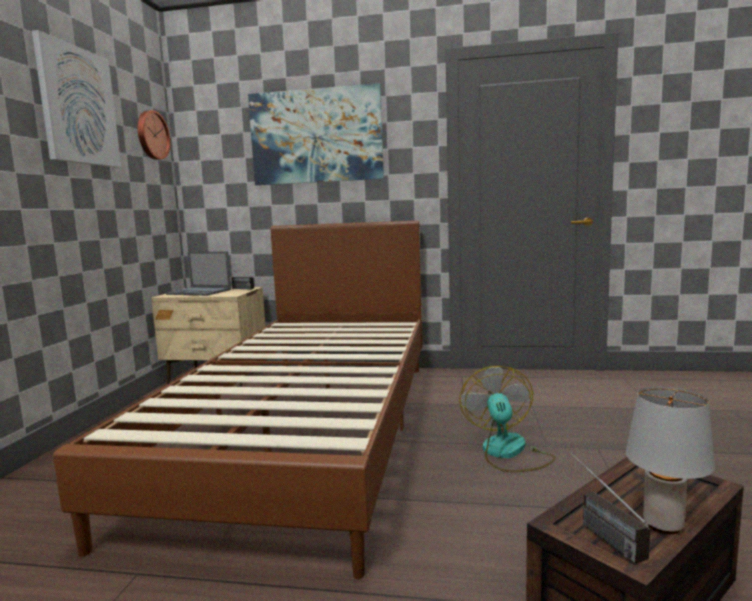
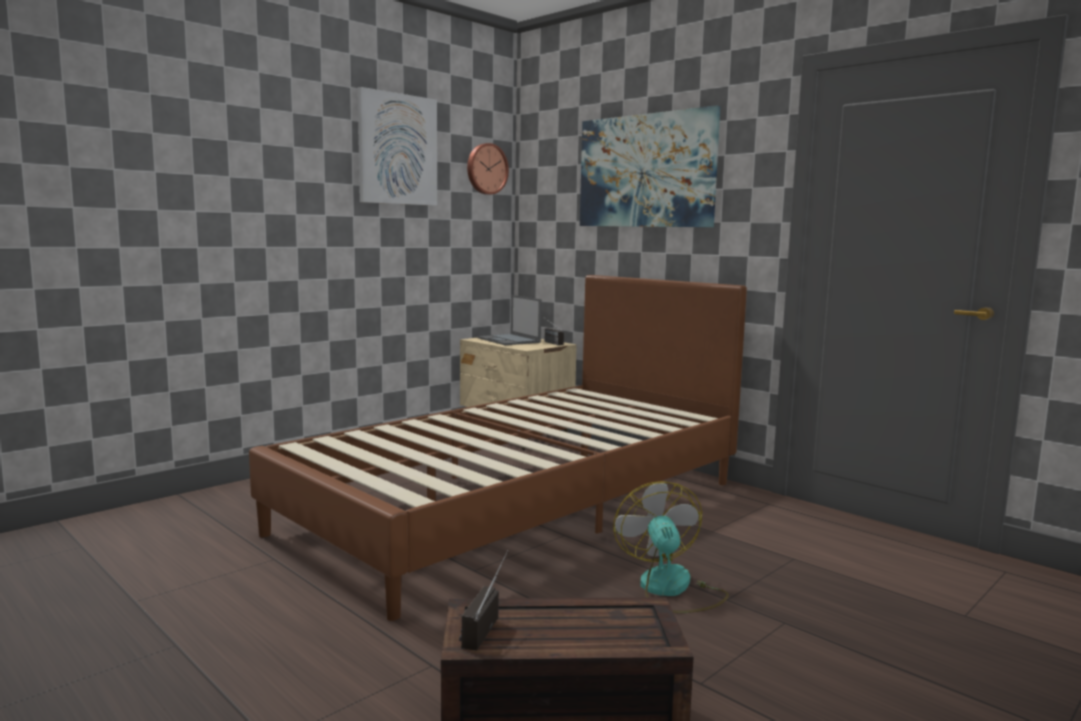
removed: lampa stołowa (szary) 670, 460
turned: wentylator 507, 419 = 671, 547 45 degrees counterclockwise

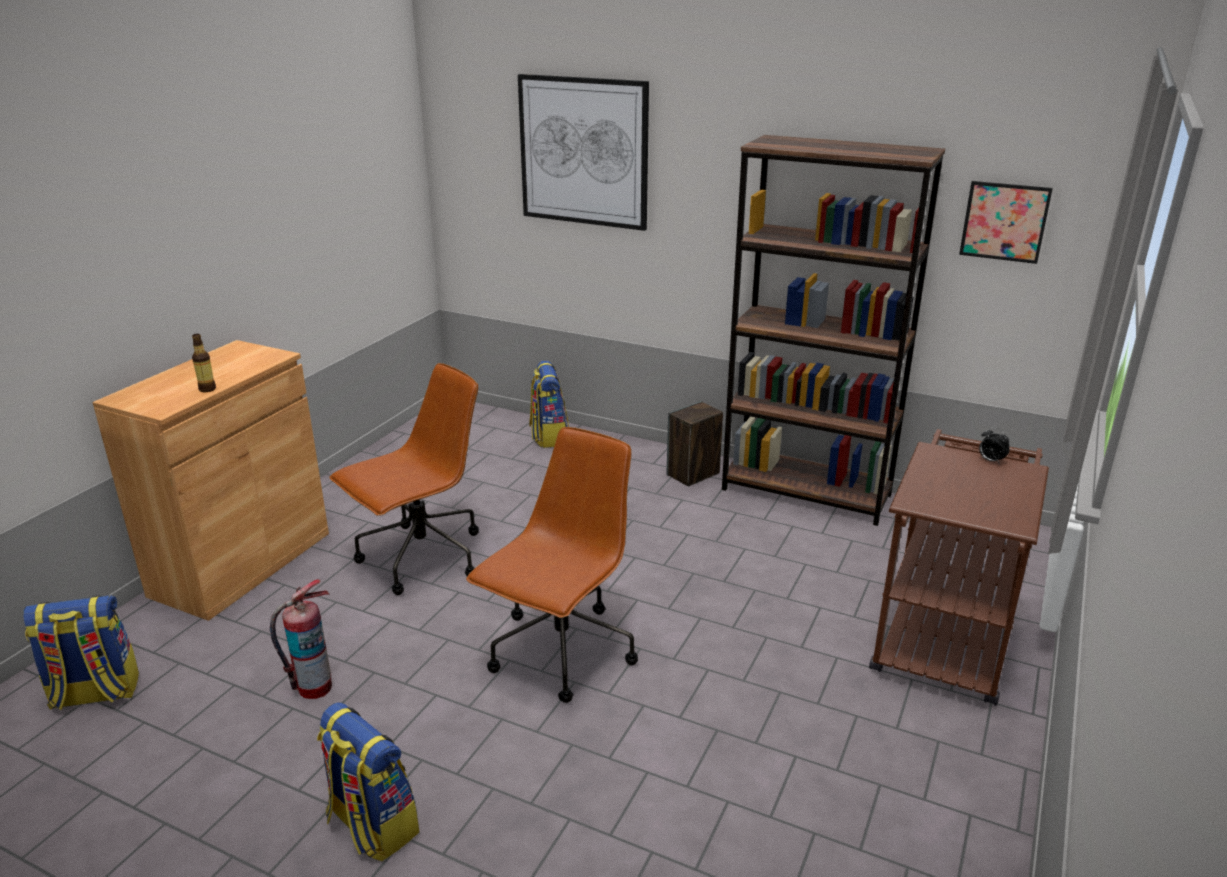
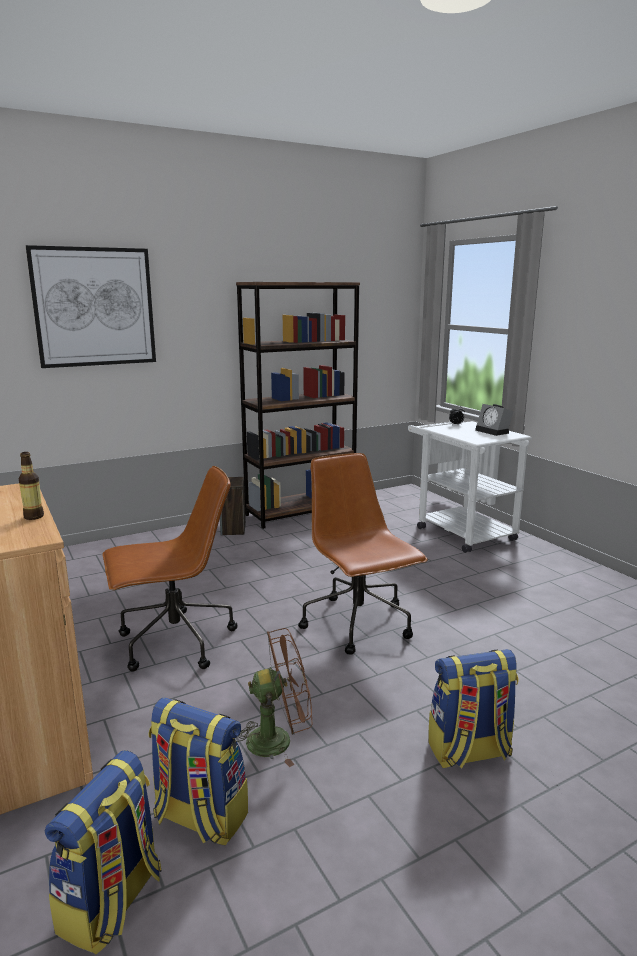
removed: obraz 1006, 222
added: budzik 494, 420
moved: plecak 549, 404 to 198, 771
replaced: gaśnica 301, 639 to wentylator (brązowy) 274, 697
recoloured: wózek (brązowy) 959, 567 to wózek (biały) 470, 487
turned: krzesło biurowe (brązowy) 404, 479 = 169, 569 75 degrees clockwise

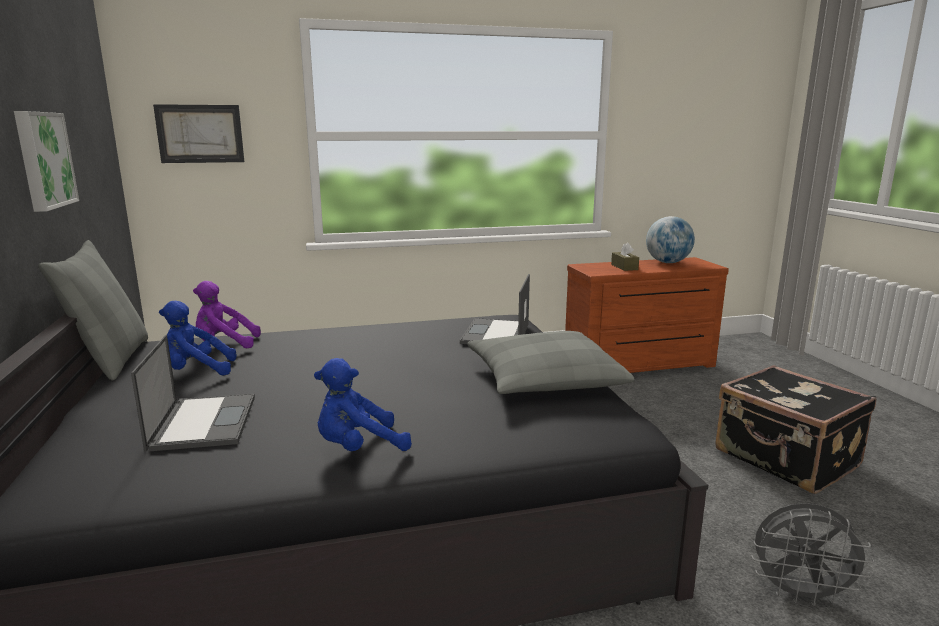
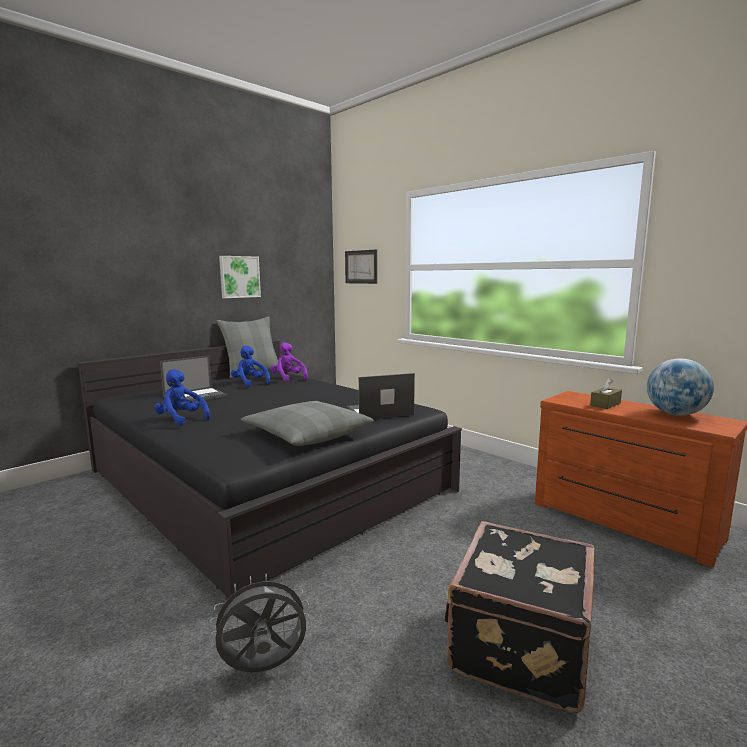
turned: wentylator (szary) 812, 554 = 259, 623 90 degrees clockwise

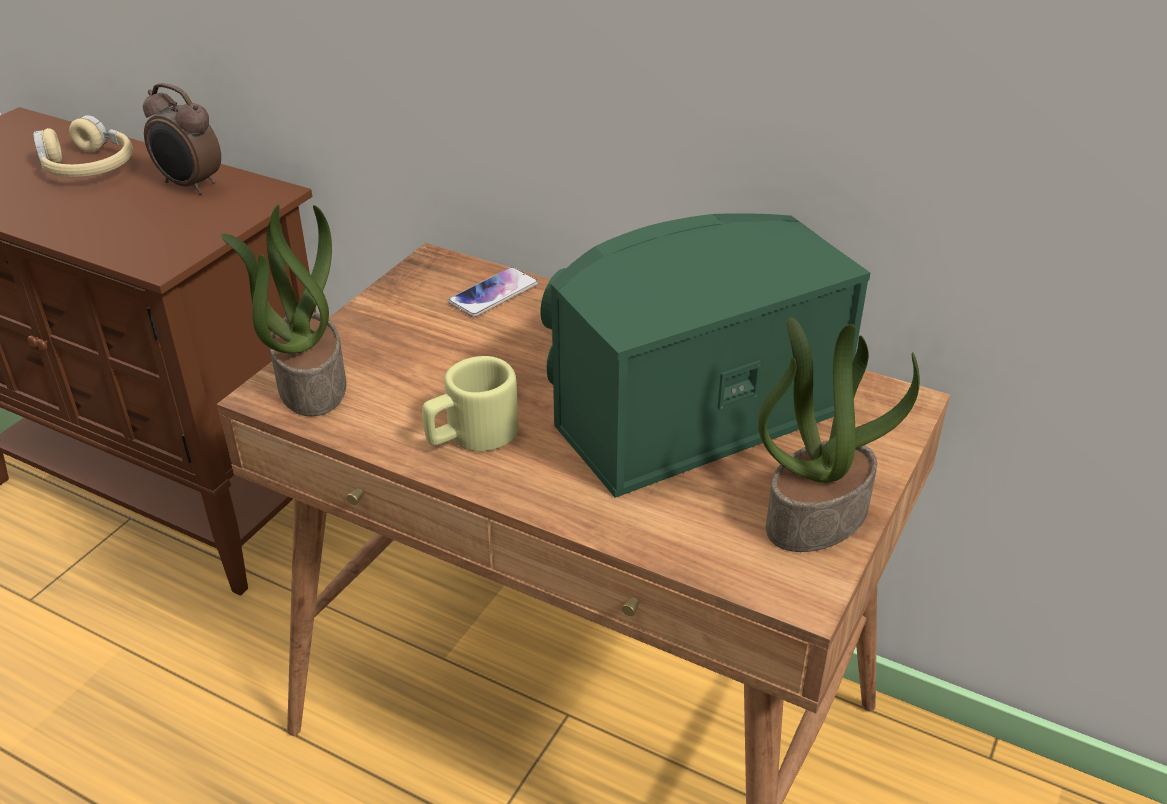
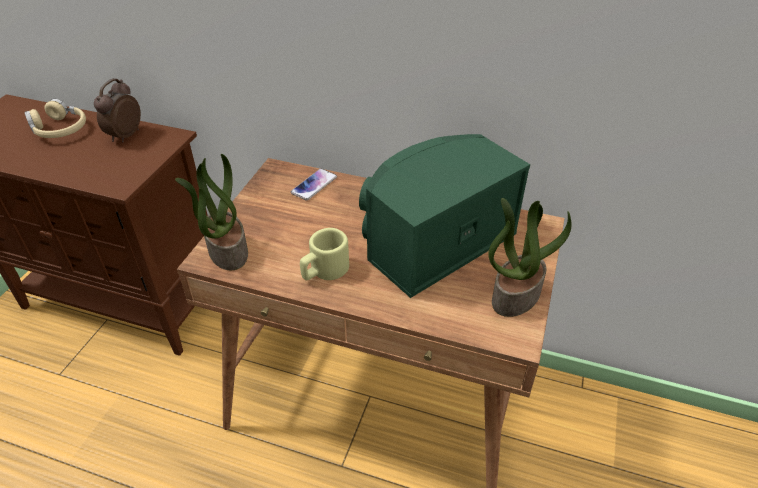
turned: budzik 182, 139 = 117, 110 90 degrees clockwise

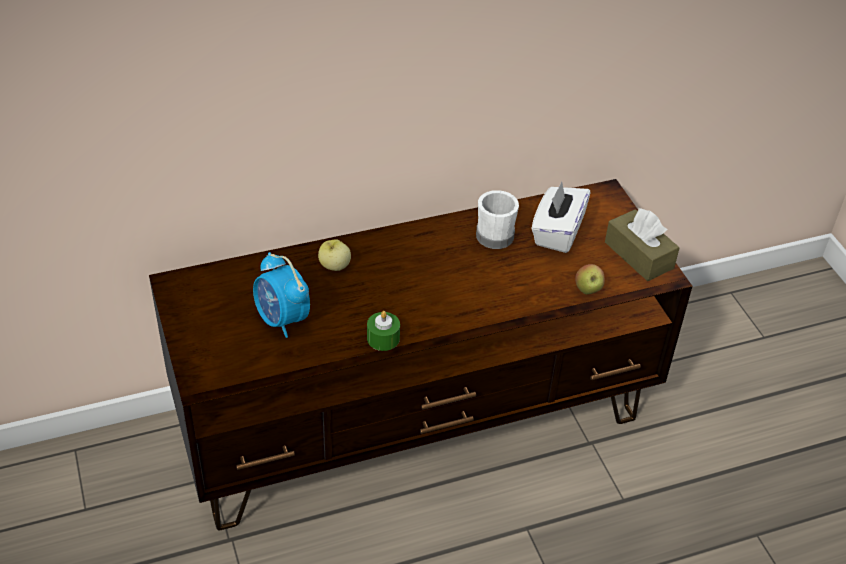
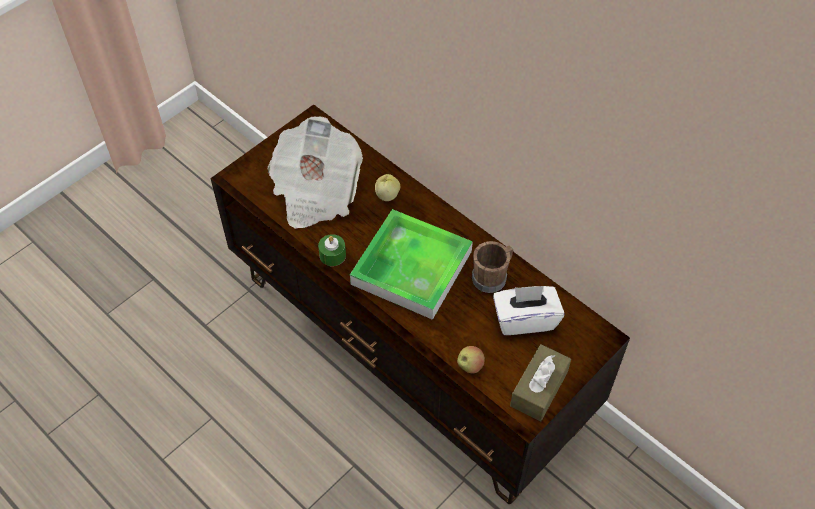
added: taca 411, 264
replaced: budzik 281, 295 to gazeta 315, 172
recoloured: kubek (biały) 497, 219 to kubek (brązowy) 492, 267

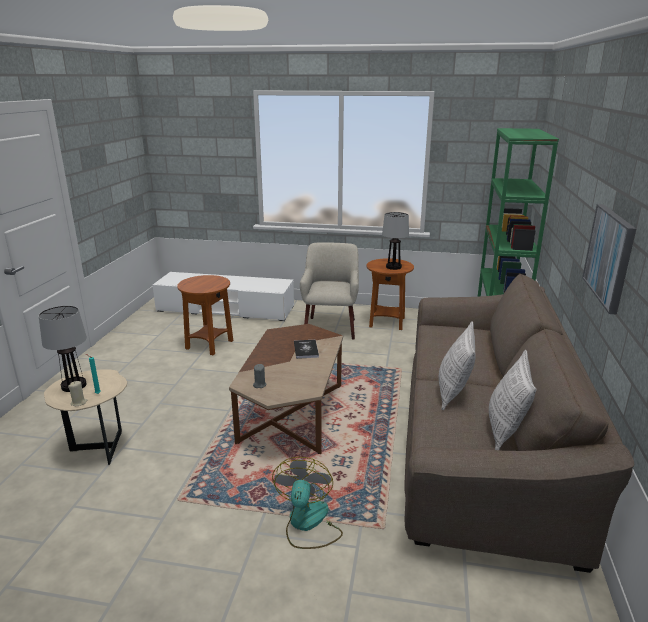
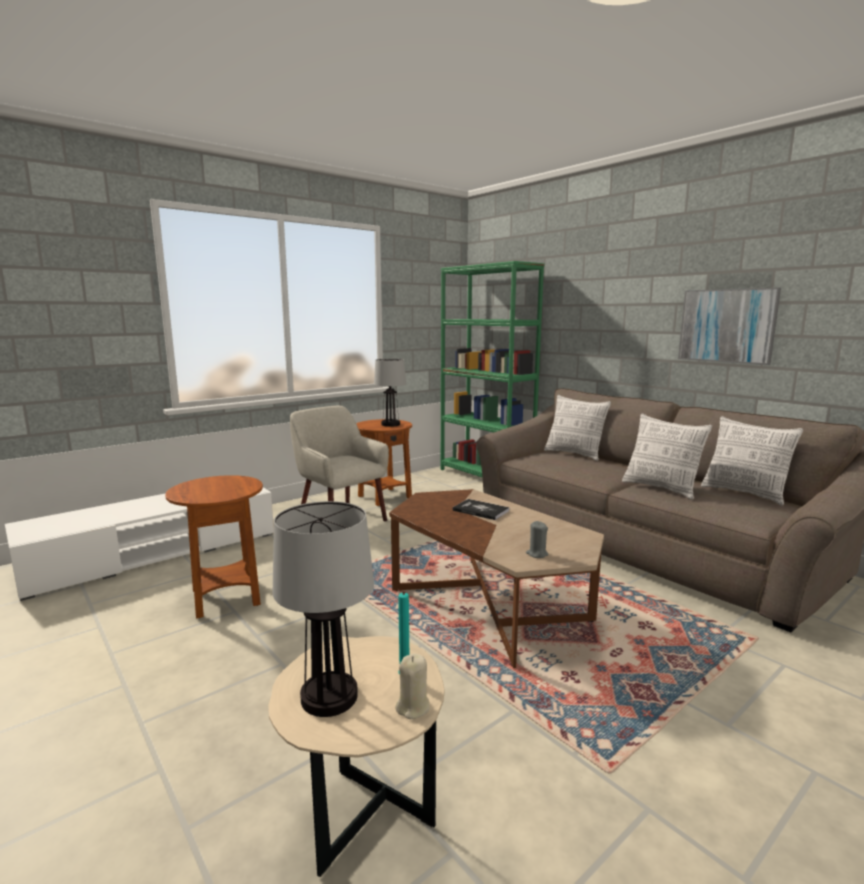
removed: wentylator 307, 503
added: poduszka 577, 428

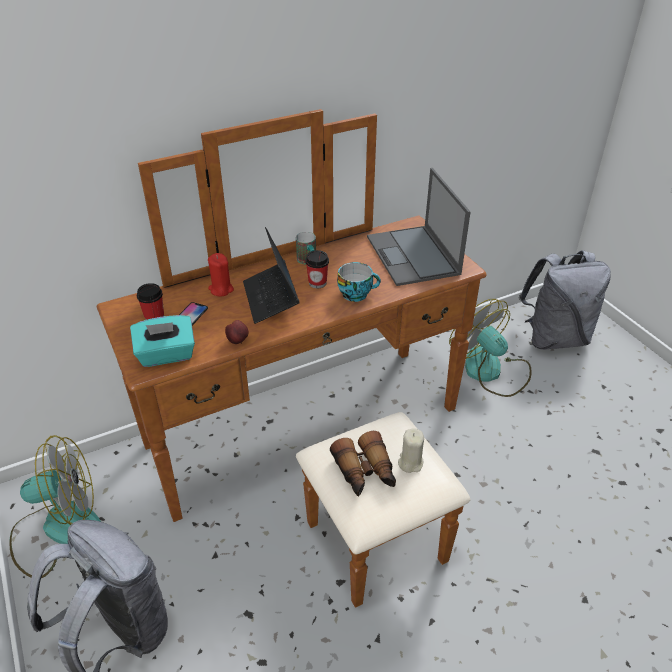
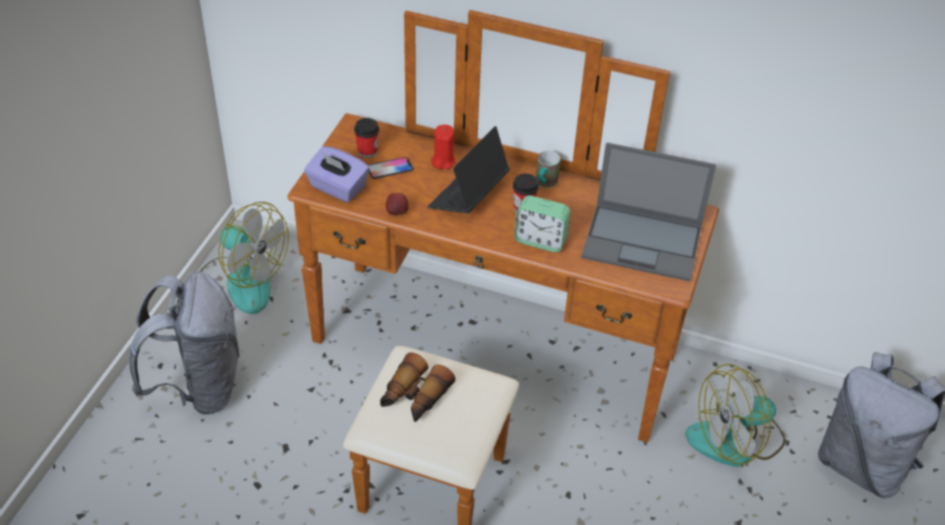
removed: świeca (beżowy) 411, 450
replaced: filiżanka 359, 282 to budzik 542, 223
recoloured: pudełko chusteczek (turkusowy) 162, 341 to pudełko chusteczek (fioletowy) 336, 174
turned: laptop 418, 227 = 648, 212 105 degrees counterclockwise; wentylator 490, 348 = 735, 415 120 degrees counterclockwise

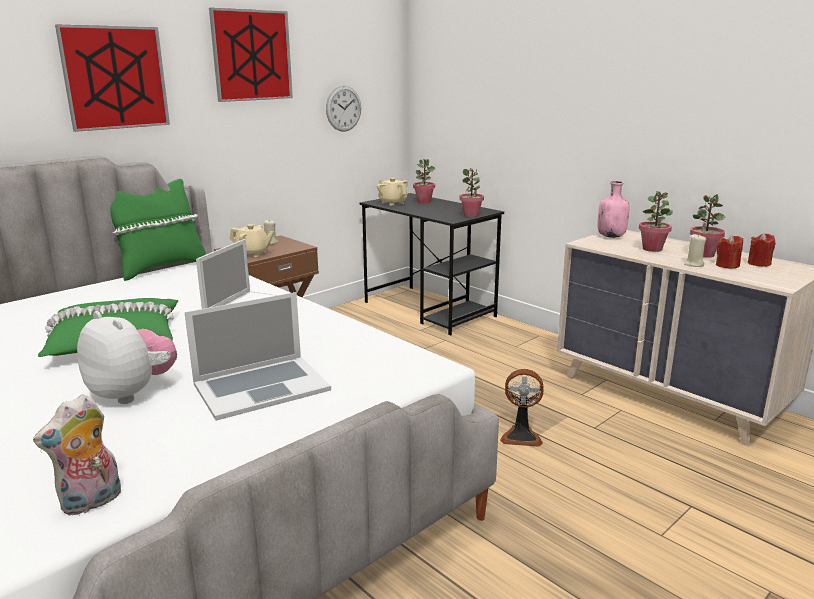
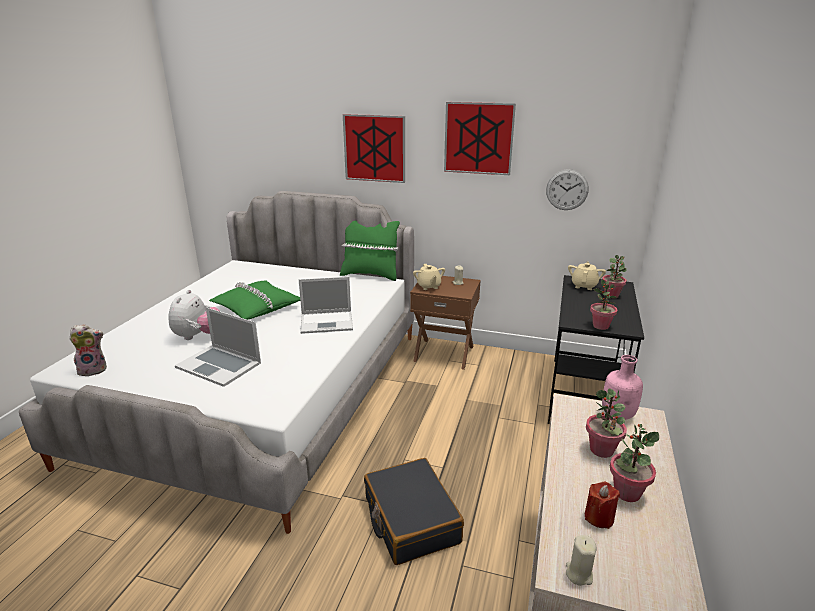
removed: świeca (czerwony) 762, 250
moved: świeca (beżowy) 695, 250 to 581, 560
replaced: wentylator 521, 408 to walizka (czarny) 414, 511
turned: pluszak 77, 455 = 88, 350 150 degrees clockwise

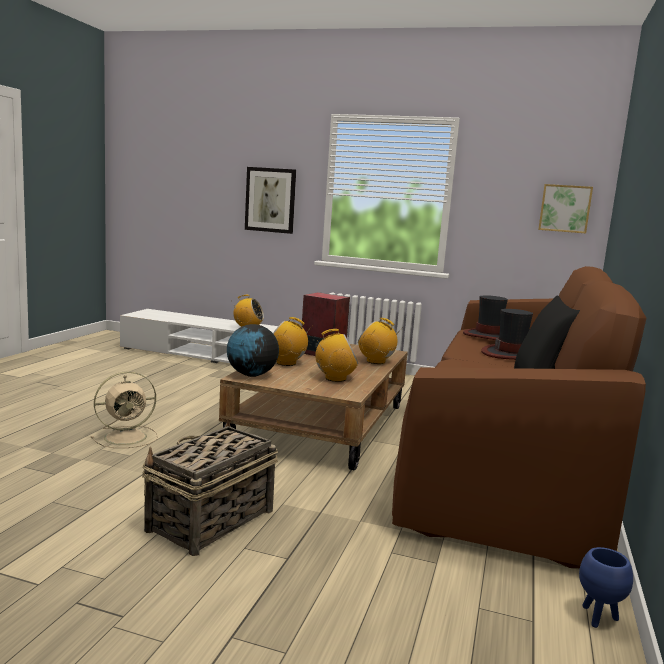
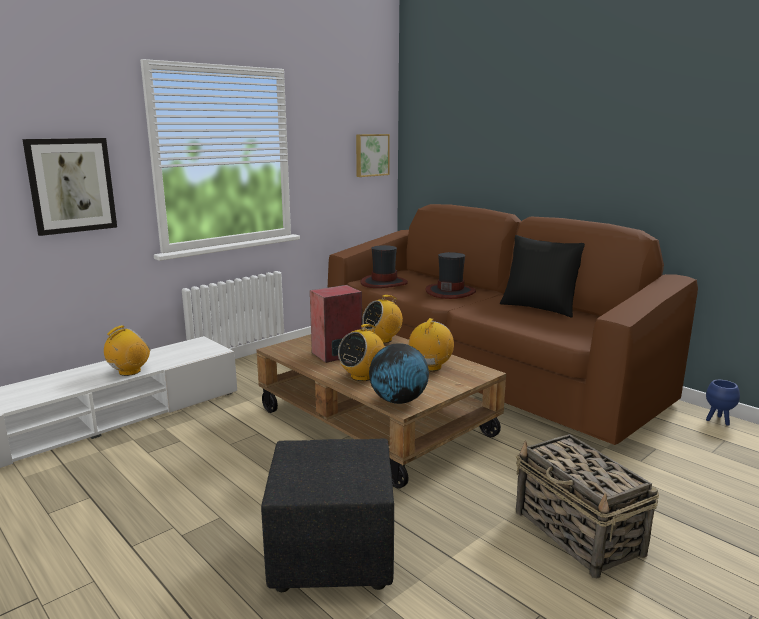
replaced: wentylator (beżowy) 124, 409 to pufa (czarny) 327, 515

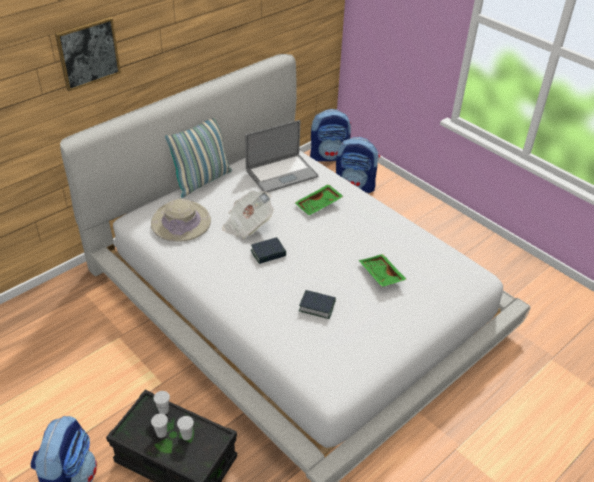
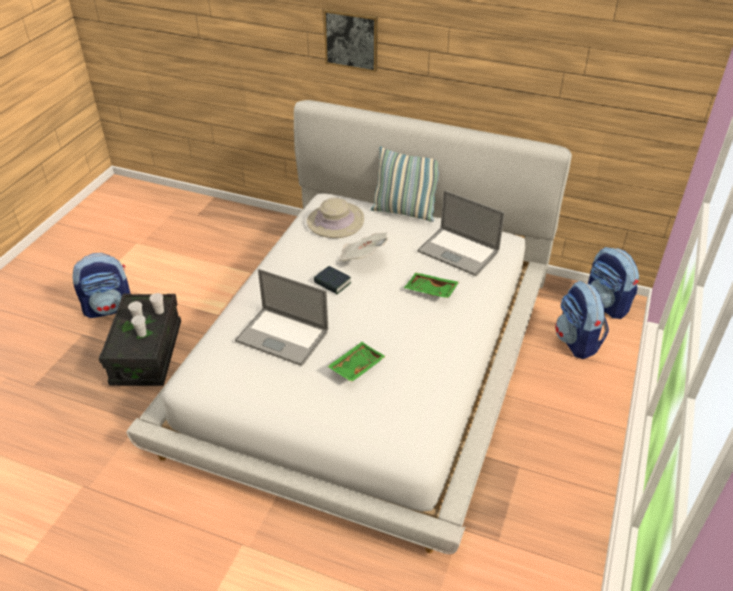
replaced: książka 317, 304 to laptop 281, 317

